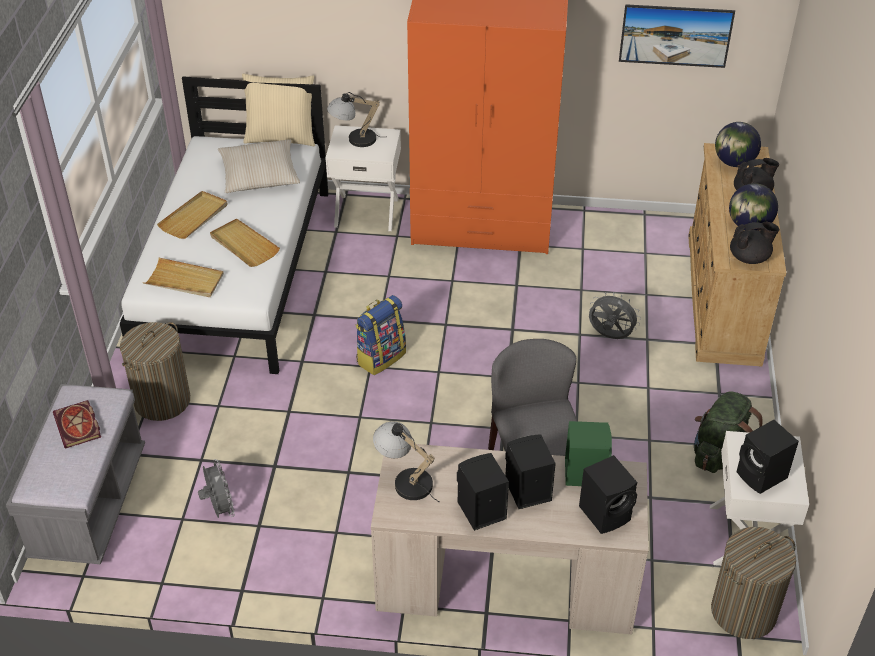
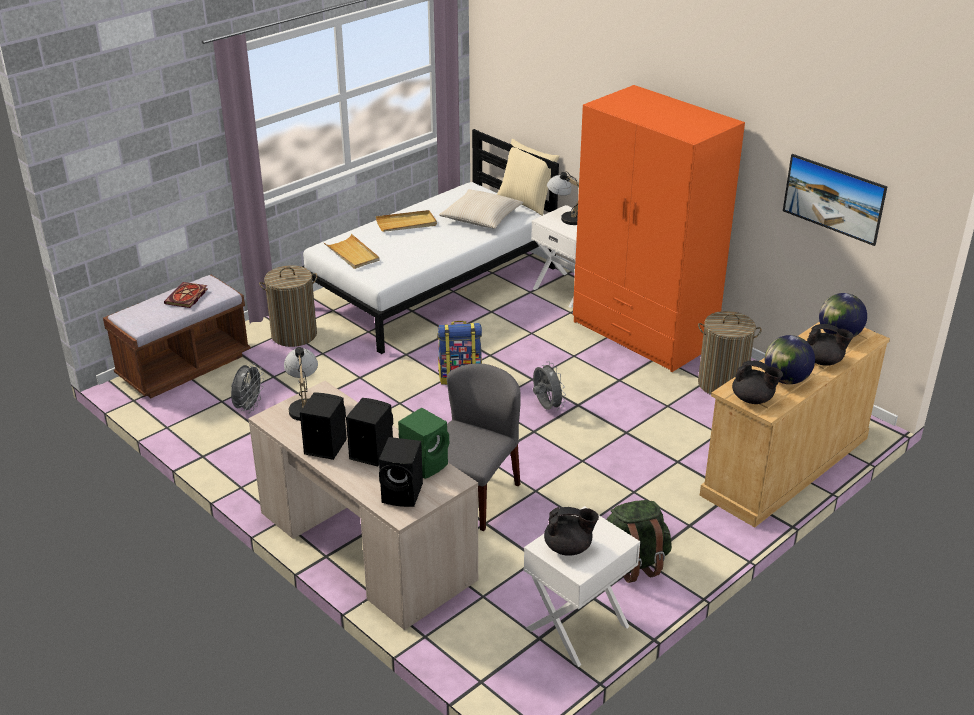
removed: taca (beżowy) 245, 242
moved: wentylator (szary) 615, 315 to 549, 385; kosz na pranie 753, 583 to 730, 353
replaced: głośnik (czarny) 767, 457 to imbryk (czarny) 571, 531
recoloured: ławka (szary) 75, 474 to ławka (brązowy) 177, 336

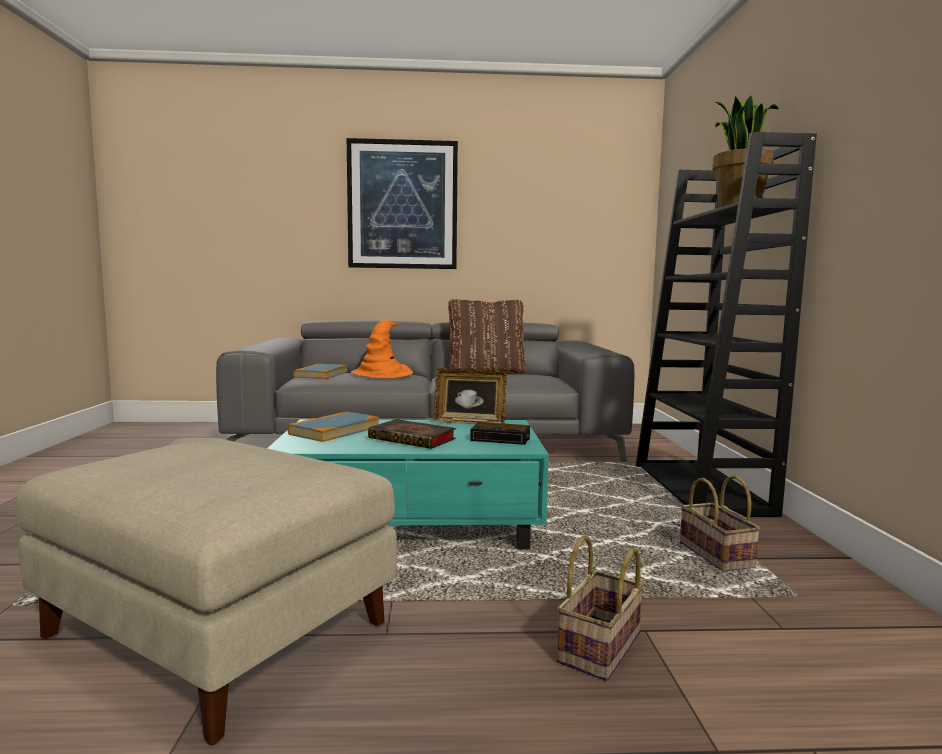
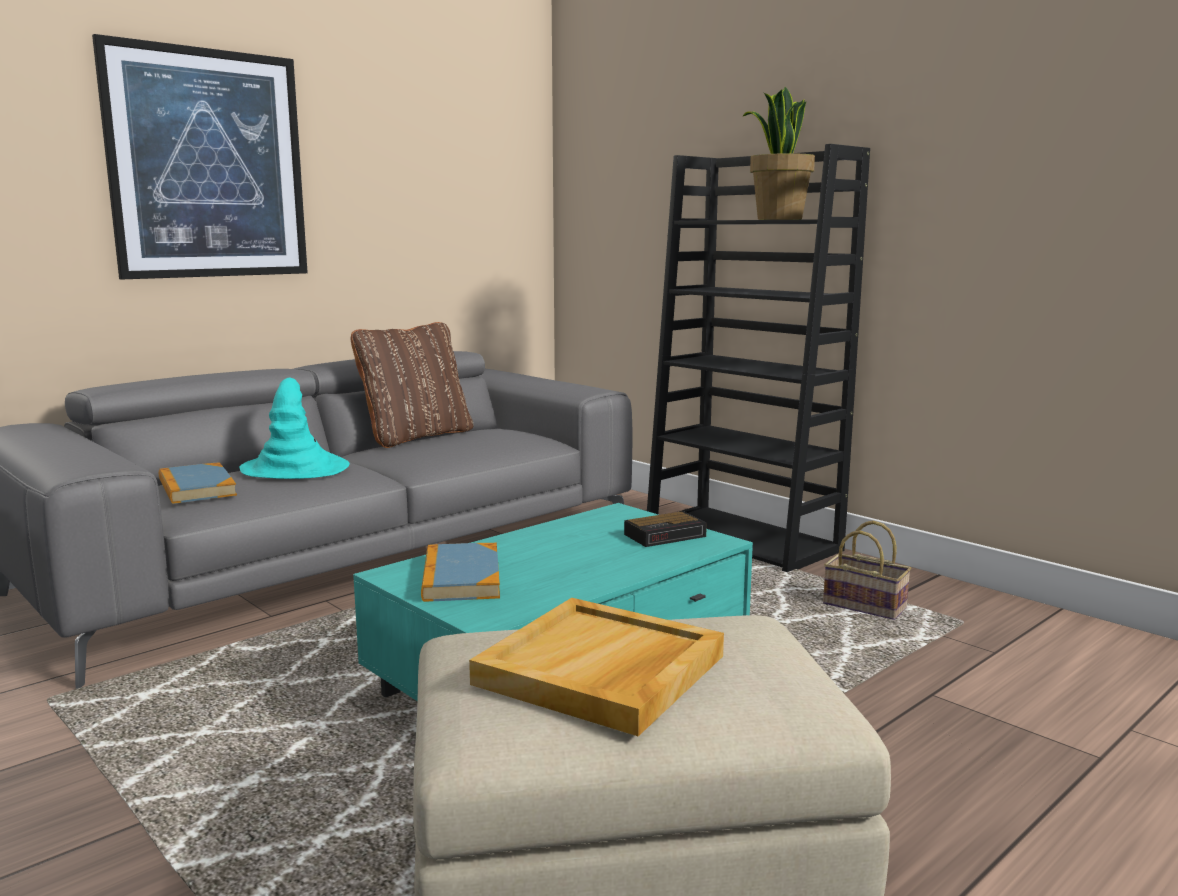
removed: książka 412, 434; ramka na zdjęcie 470, 396; koszyk 600, 608
added: taca (beżowy) 596, 667
recoloured: kapelusz (pomarańczowy) 382, 349 to kapelusz (turkusowy) 295, 428

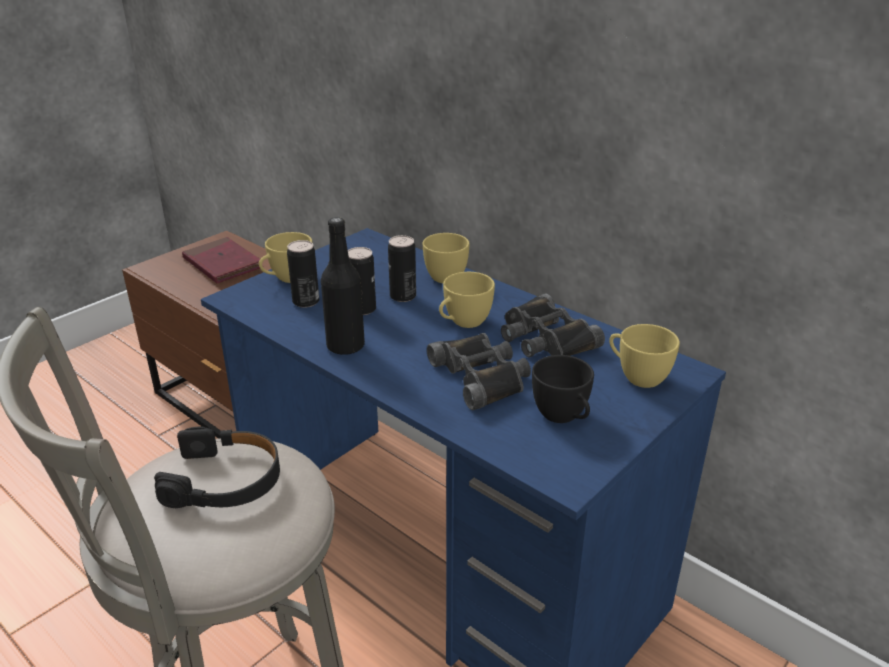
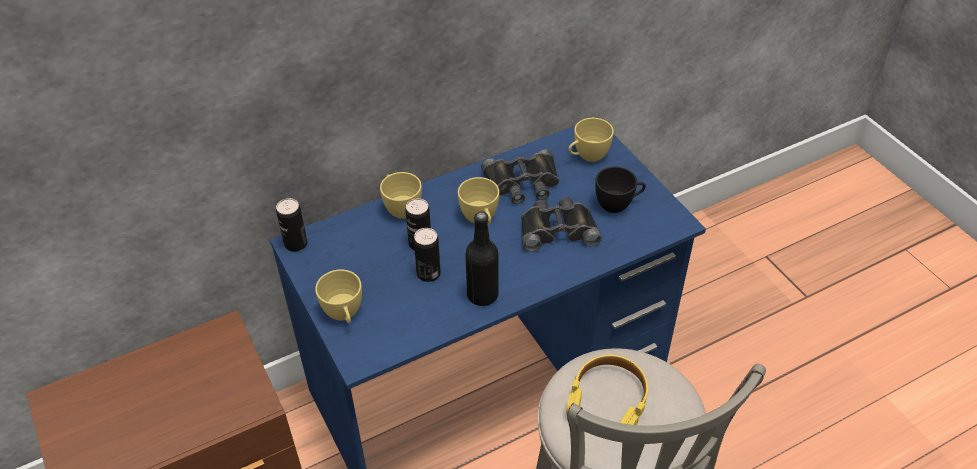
removed: książka (czerwony) 221, 260
moved: puszka 303, 274 to 292, 225
recoloured: słuchawki (czarny) 217, 467 to słuchawki (żółty) 607, 390

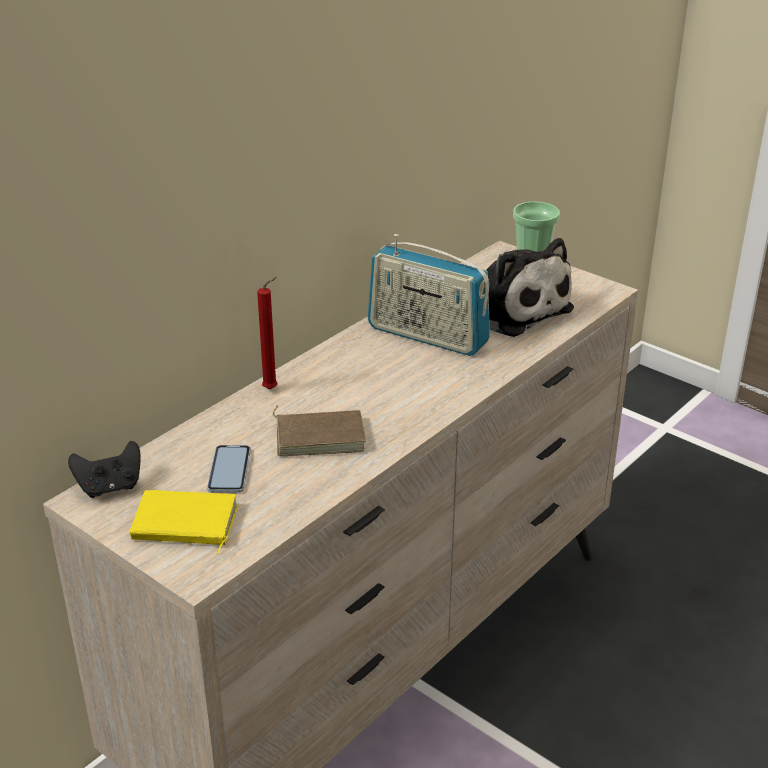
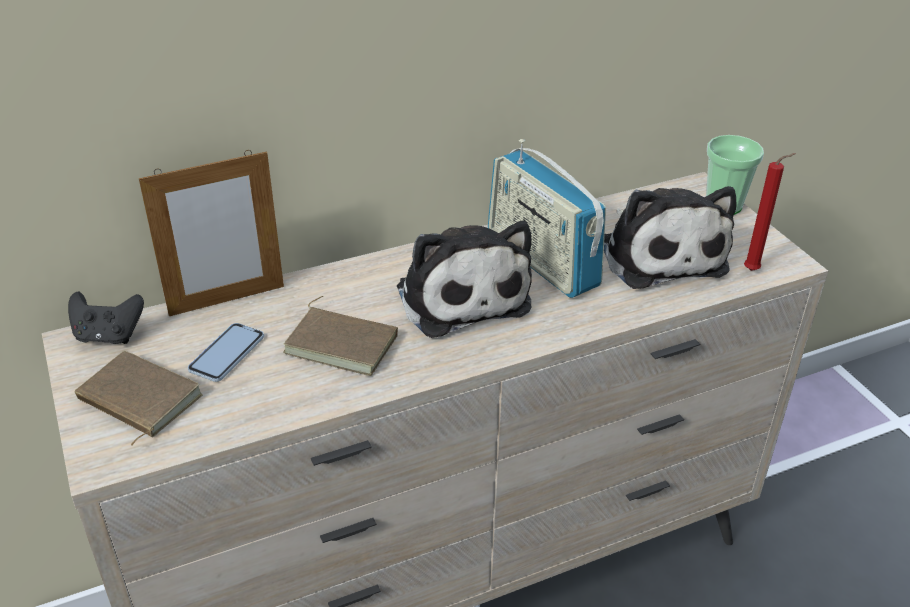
added: ramka na zdjęcie 211, 233; pluszak 464, 279
moved: świeca (czerwony) 267, 333 to 769, 212
recoloured: książka (żółty) 184, 522 to książka (brązowy) 139, 398

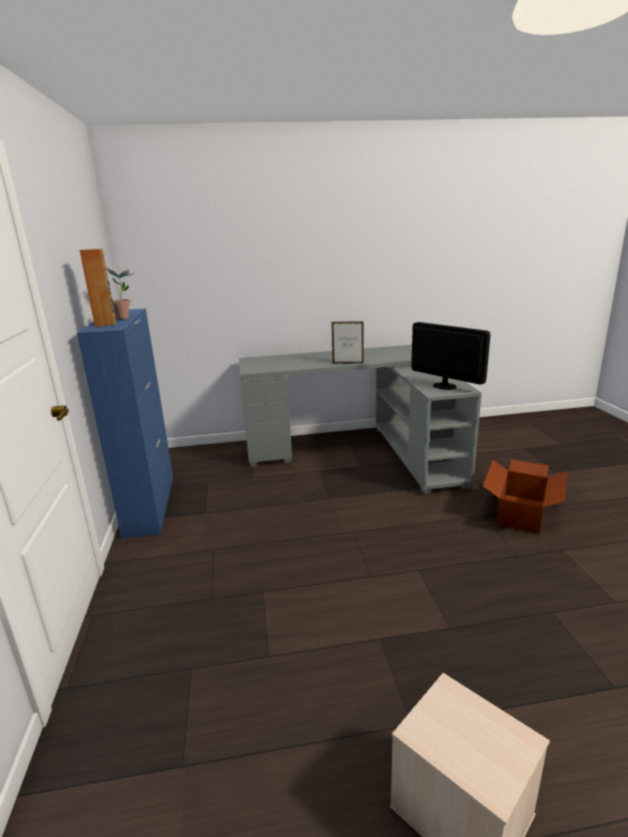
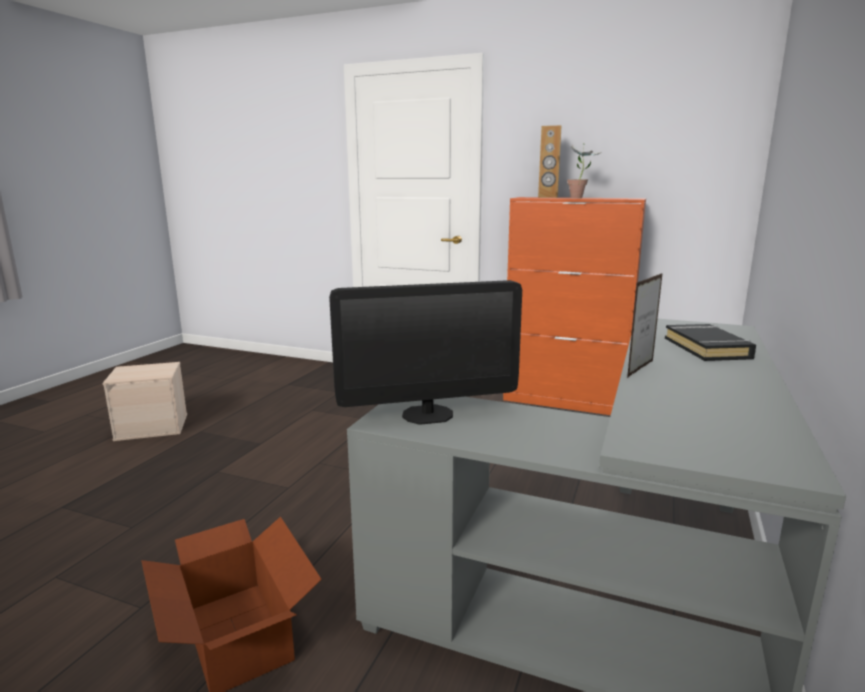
added: książka (czarny) 710, 342
recoloured: szafka (niebieski) 125, 423 to szafka (pomarańczowy) 574, 306

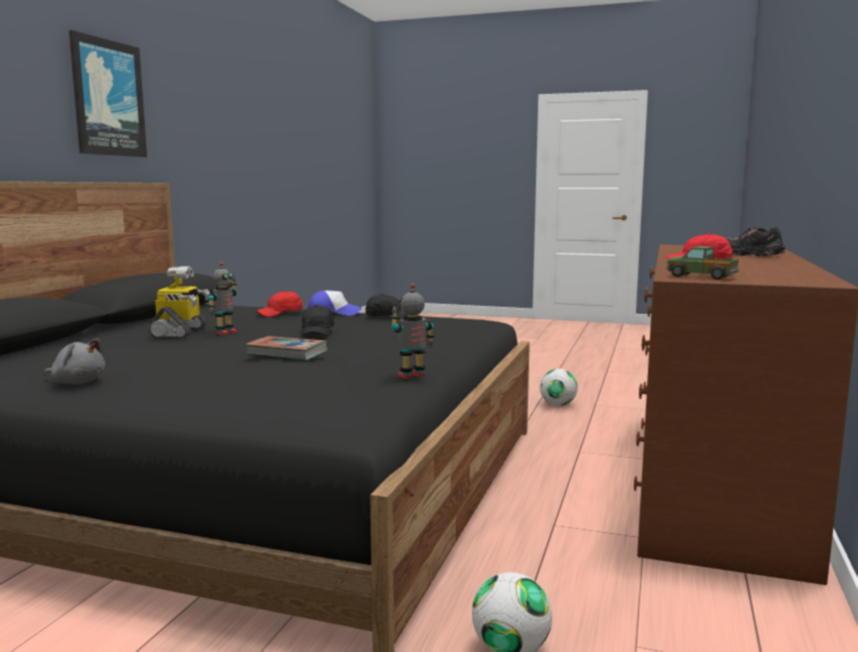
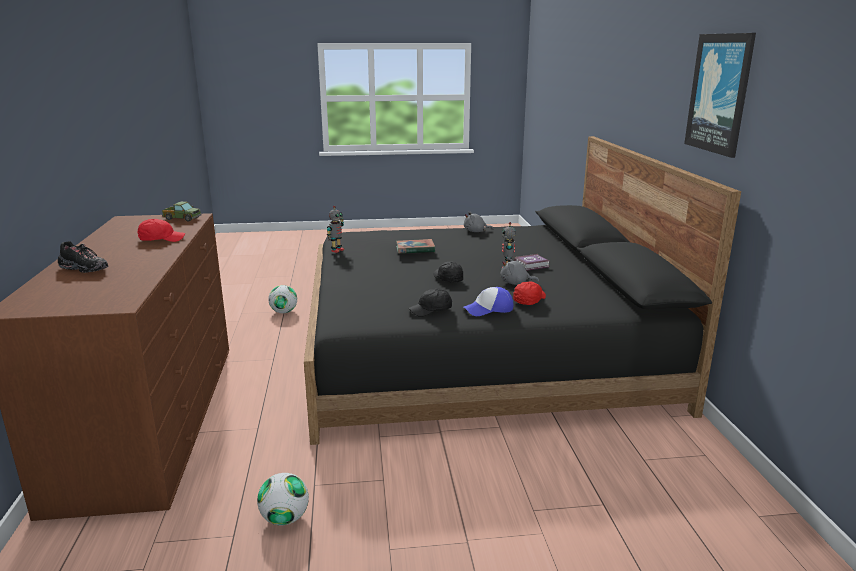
added: pluszak (szary) 520, 271
replaced: robot zabawkowy 179, 302 to książka 532, 262

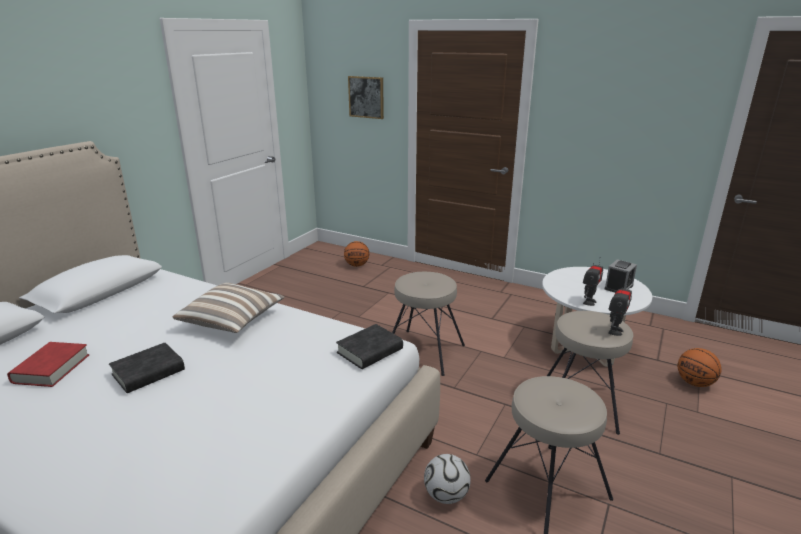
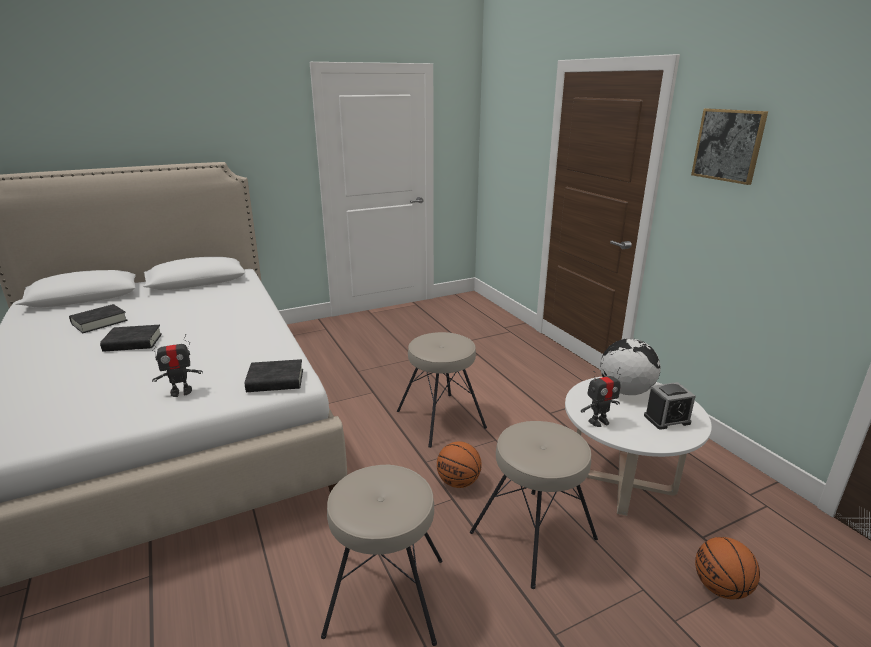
removed: poduszka 228, 307; piłka futbolowa 447, 479
added: globus 630, 366
moved: robot zabawkowy 620, 307 to 176, 365; piłka do koszykówki 356, 254 to 459, 465; obraz 366, 97 to 729, 146
recoloured: książka (czerwony) 48, 364 to książka (czarny) 98, 318

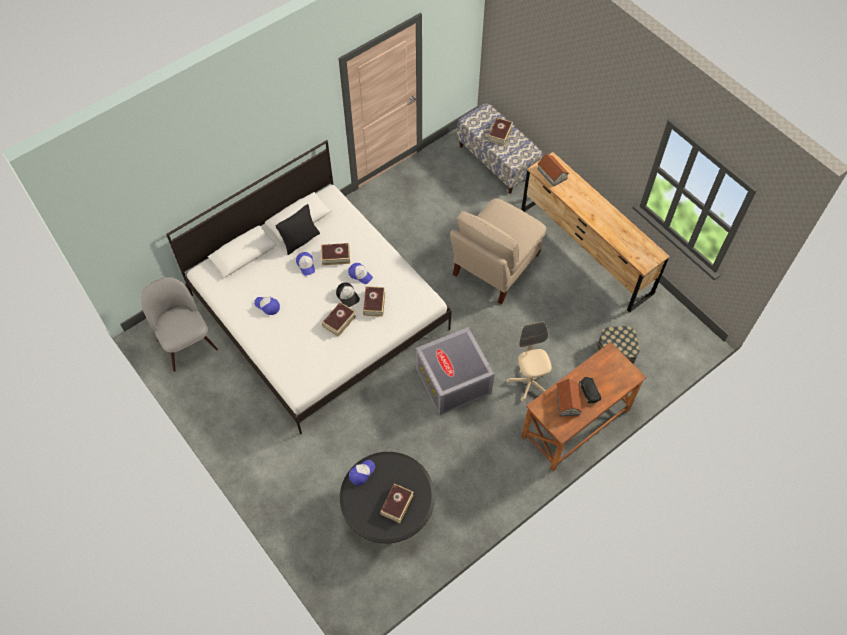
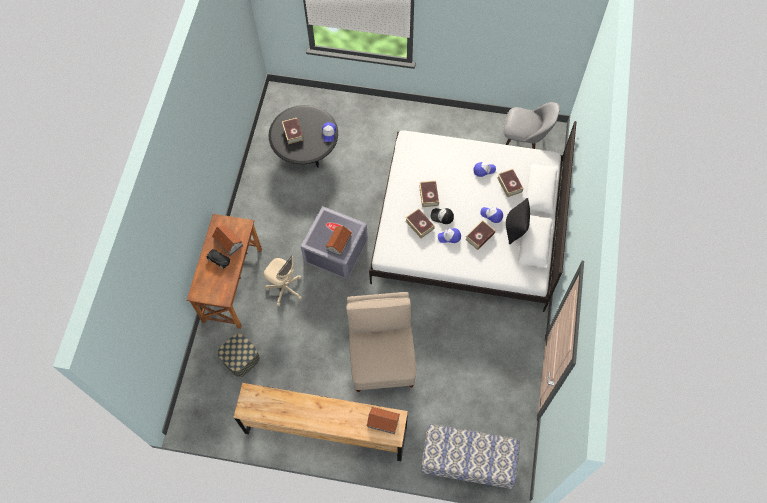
added: domek 338, 241
moved: książka 500, 132 to 510, 183

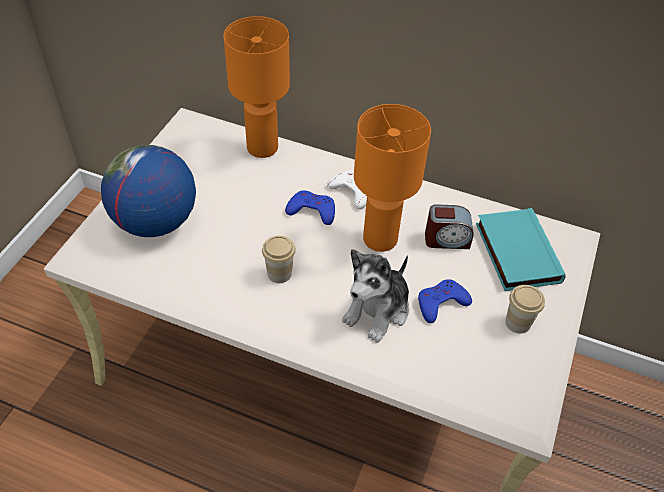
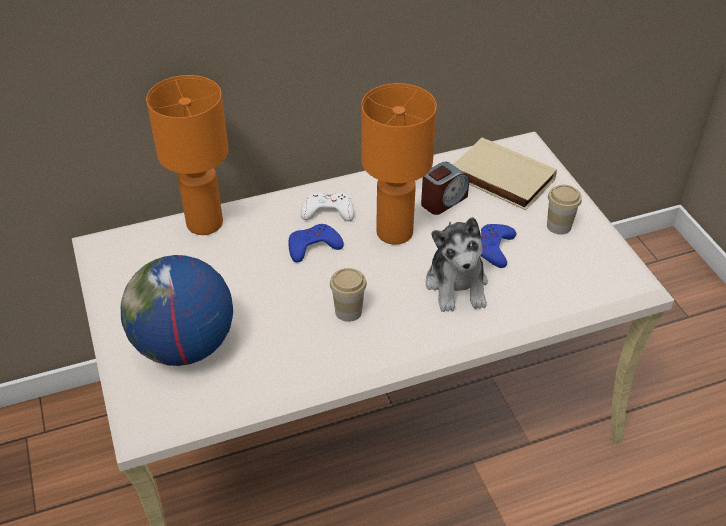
recoloured: książka (turkusowy) 521, 249 to książka (beżowy) 504, 173

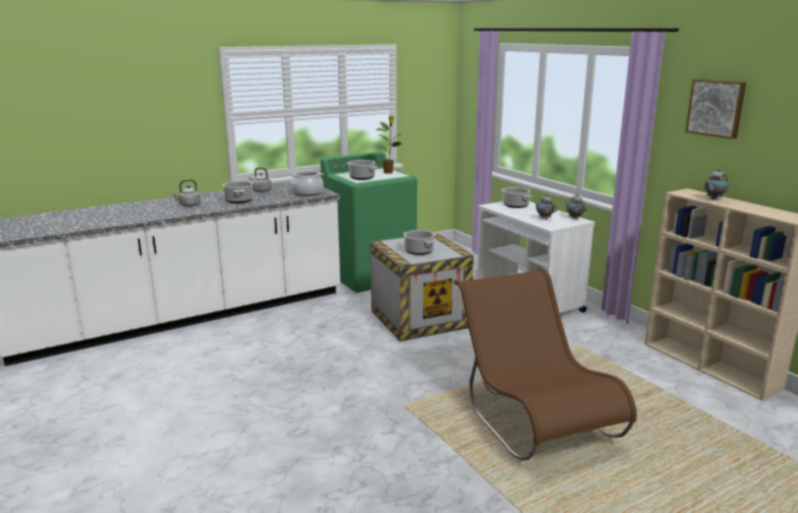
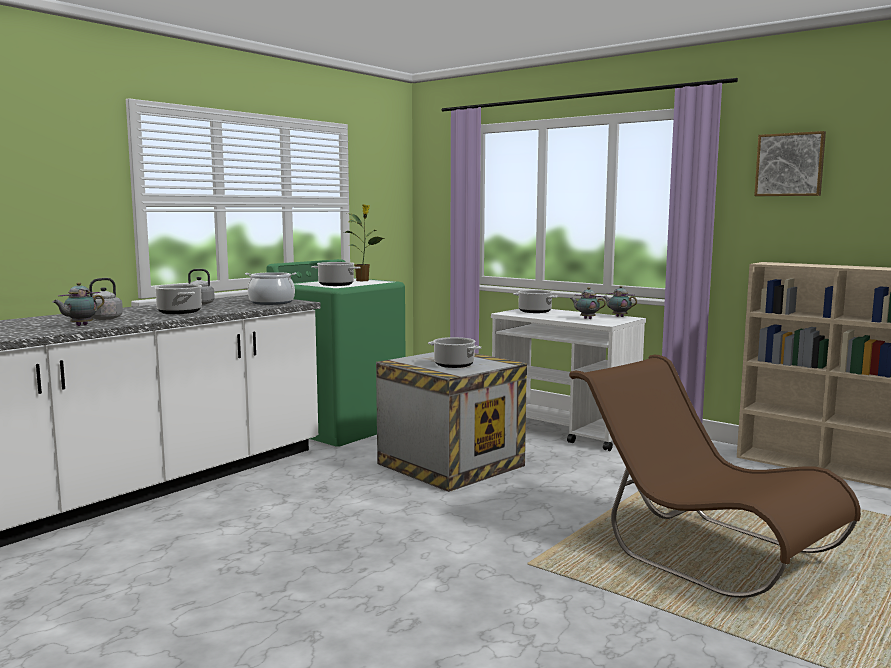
moved: imbryk 716, 184 to 79, 304

